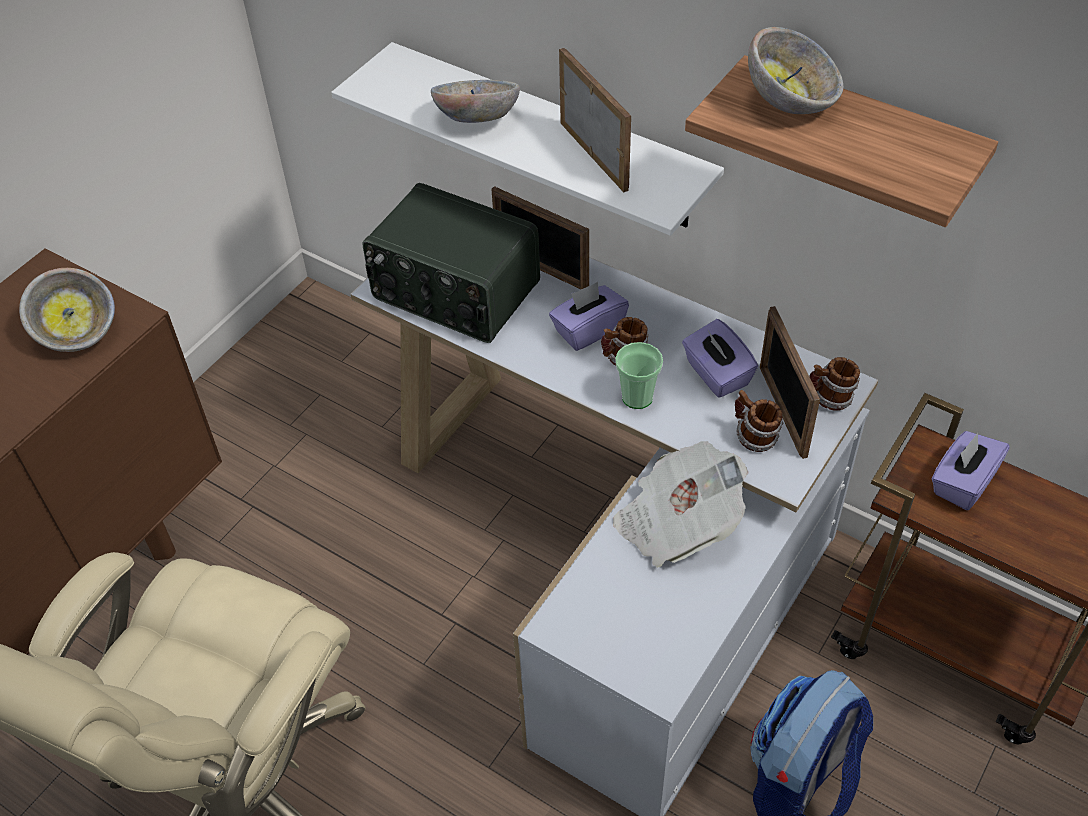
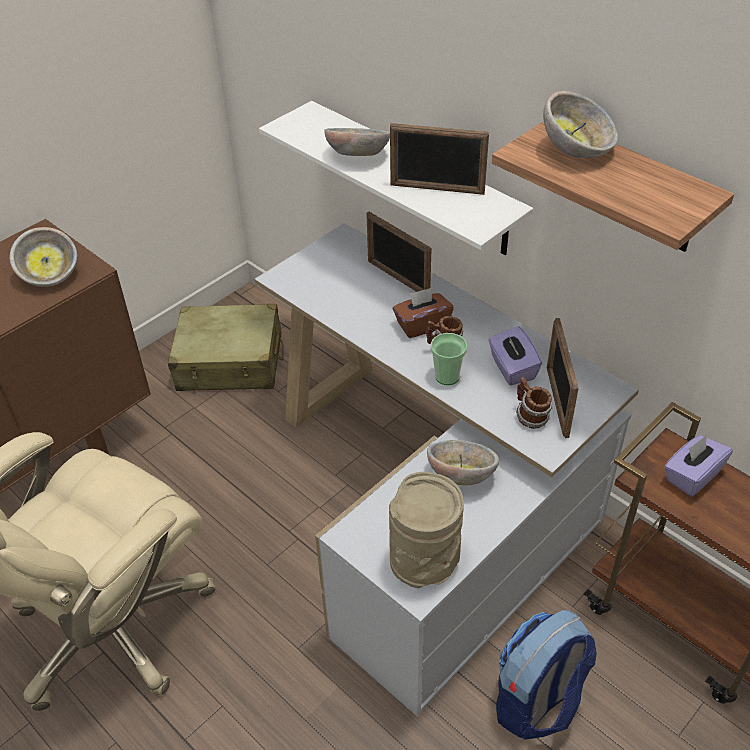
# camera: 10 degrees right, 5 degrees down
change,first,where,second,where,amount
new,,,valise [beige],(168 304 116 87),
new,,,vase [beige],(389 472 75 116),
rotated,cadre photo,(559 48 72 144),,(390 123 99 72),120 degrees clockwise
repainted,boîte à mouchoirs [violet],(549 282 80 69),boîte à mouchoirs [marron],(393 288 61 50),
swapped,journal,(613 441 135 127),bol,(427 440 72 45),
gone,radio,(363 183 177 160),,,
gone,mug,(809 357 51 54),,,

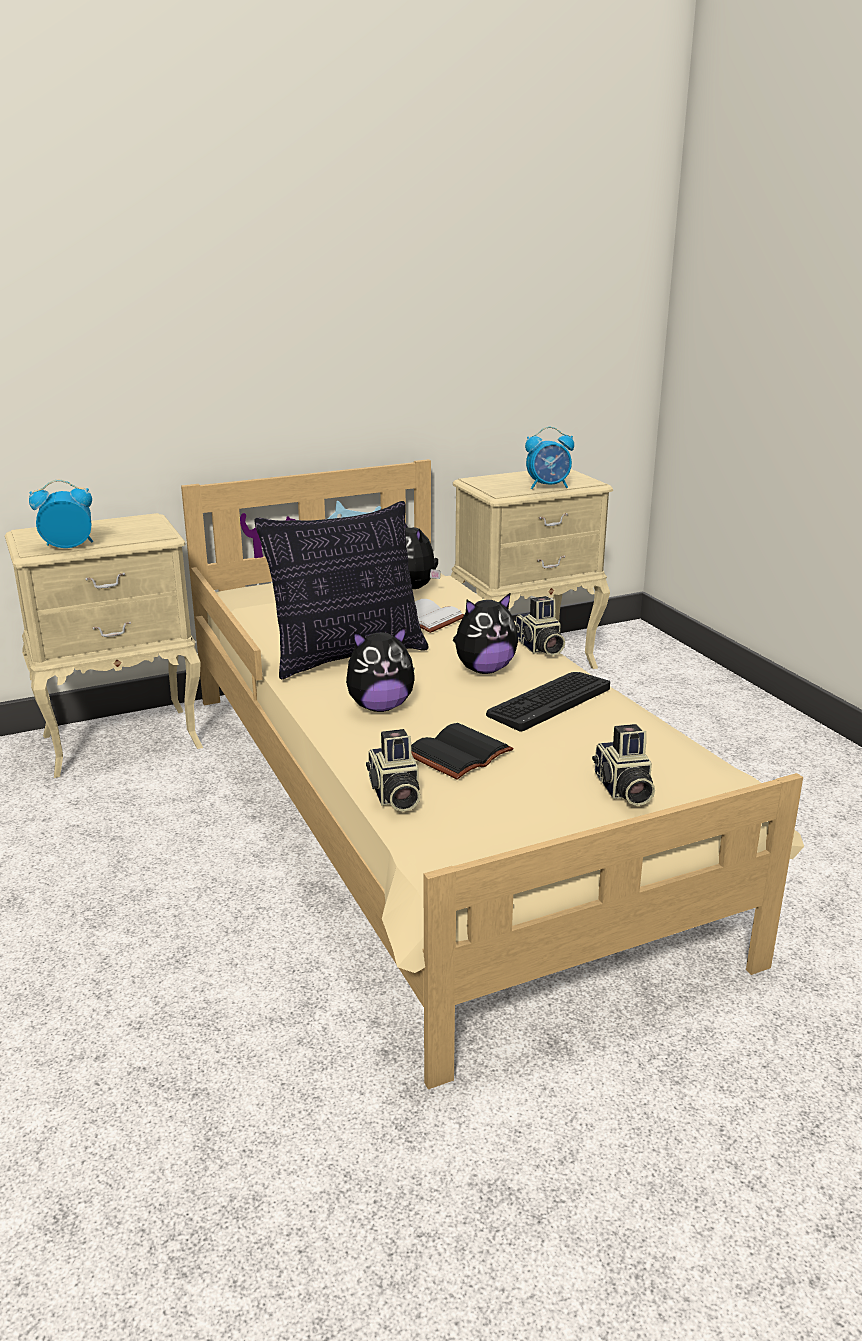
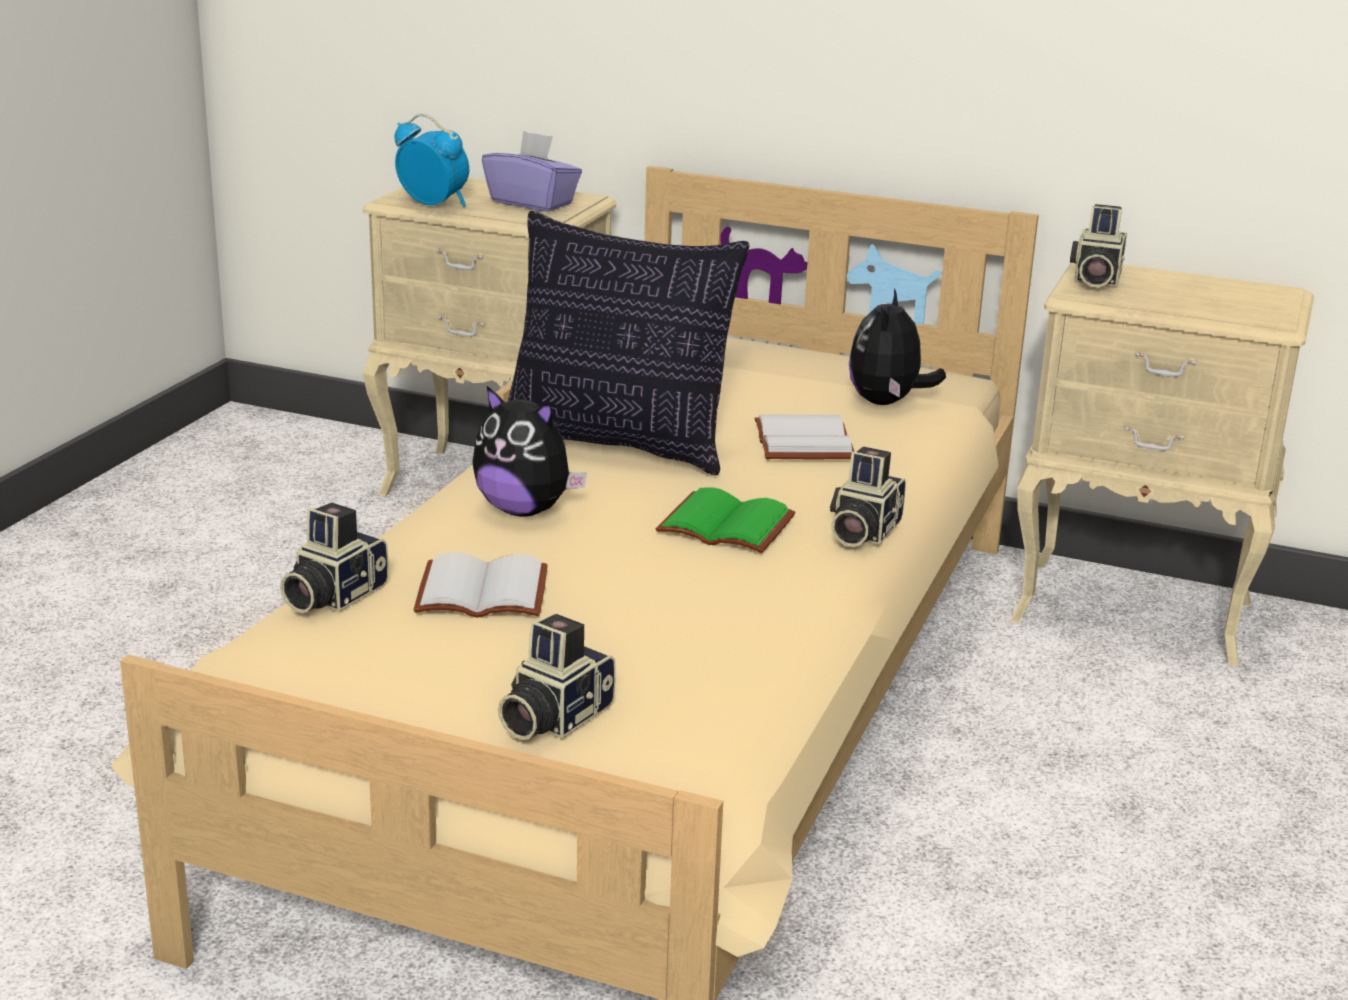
# camera: 45 degrees right, 0 degrees up
change,first,where,second,where,amount
repainted,livre [noir],(411 723 103 57),livre [blanc],(414 552 134 66),
new,,,boîte à mouchoirs [violet],(482 131 100 81),
swapped,peluche,(453 592 65 82),livre [vert],(656 487 140 66),
new,,,appareil photo,(1070 204 57 83),
gone,clavier,(486 672 124 59),,,
gone,réveil,(525 427 49 62),,,

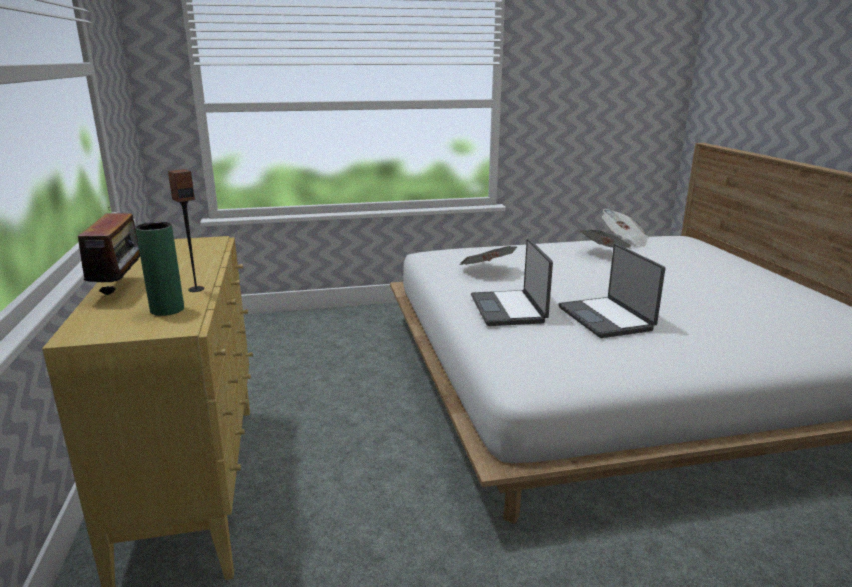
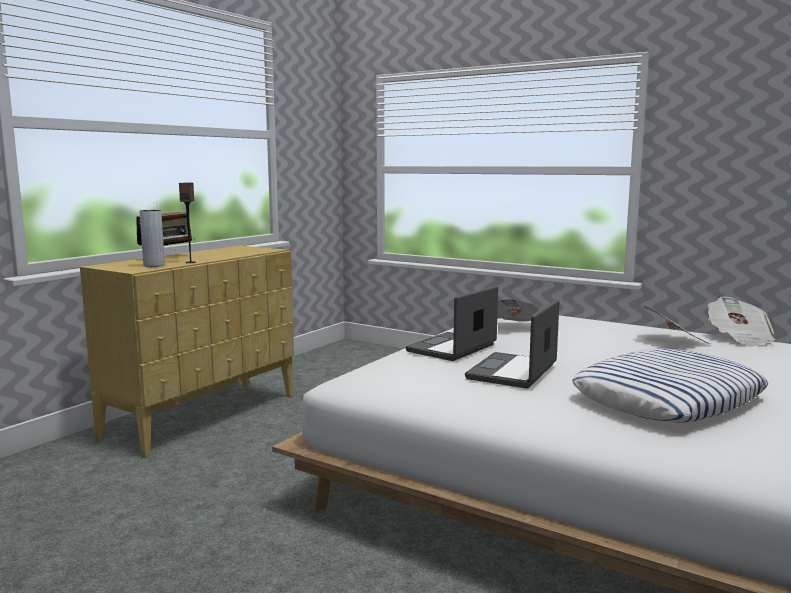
# camera: 45 degrees right, 10 degrees down
change,first,where,second,where,amount
repainted,vase [vert],(135 222 49 94),vase [gris],(139 210 26 57),
new,,,coussin,(572 348 197 75),

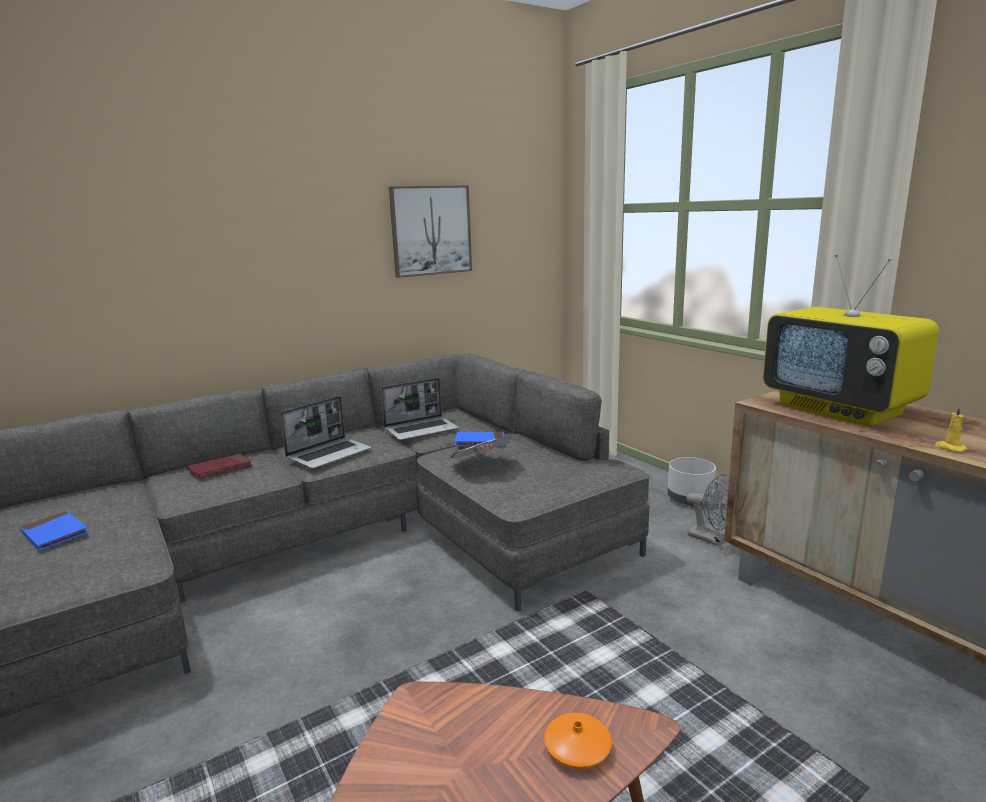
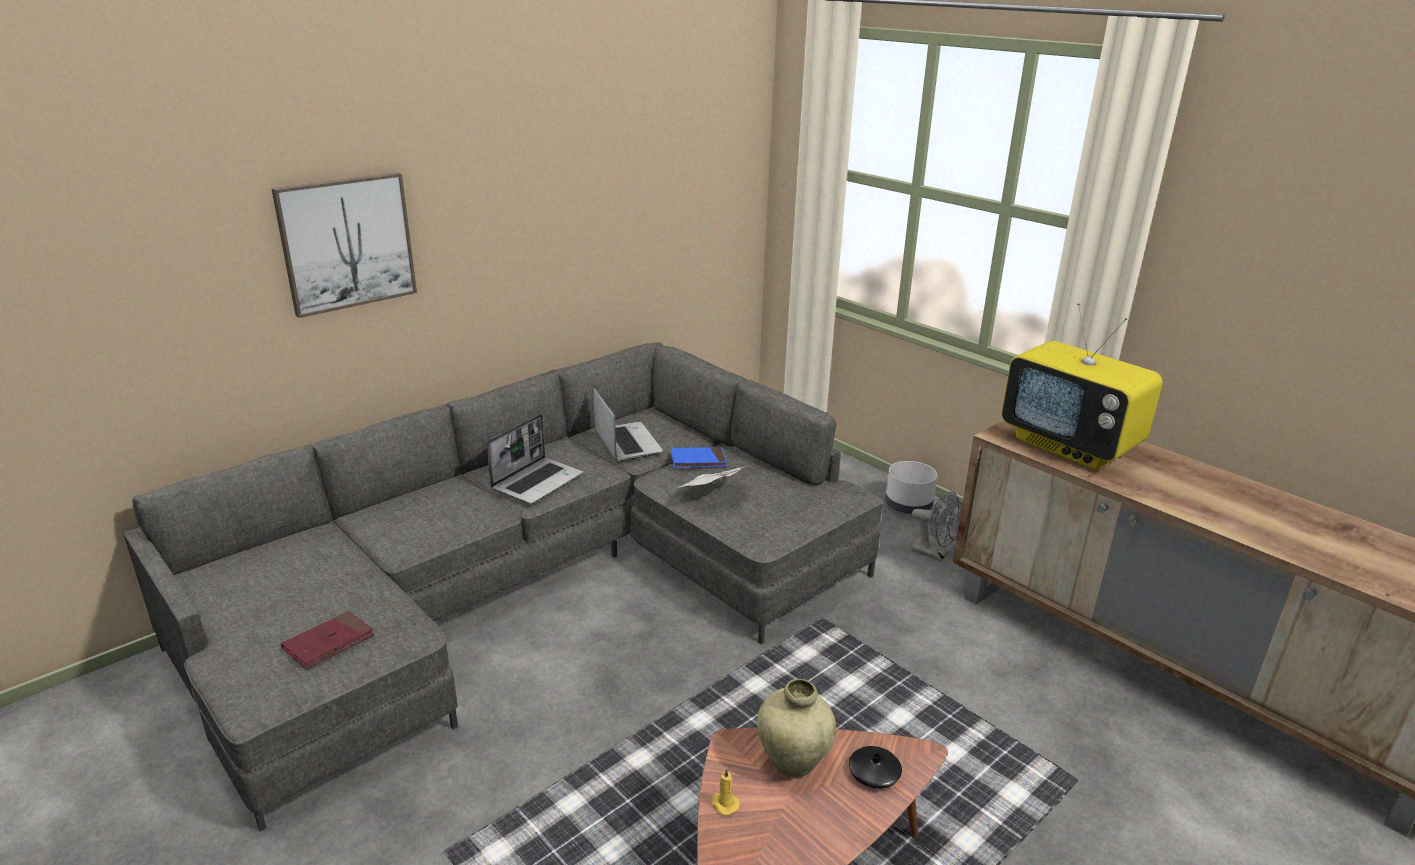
# camera: 10 degrees left, 10 degrees up
change,first,where,second,where,amount
shifted,tableau,(389 185 83 93),,(271 172 146 146),
shifted,livre [rouge],(187 454 65 25),,(281 611 93 58),
rotated,ordinateur portable,(381 378 78 63),,(594 387 69 74),75 degrees counterclockwise
shifted,bougie [jaune],(935 405 33 47),,(712 768 28 48),
new,,,vase [beige],(757 679 79 99),
repainted,vase [orange],(544 713 68 56),vase [noir],(849 746 53 43),
gone,livre [bleu],(20 511 69 40),,,

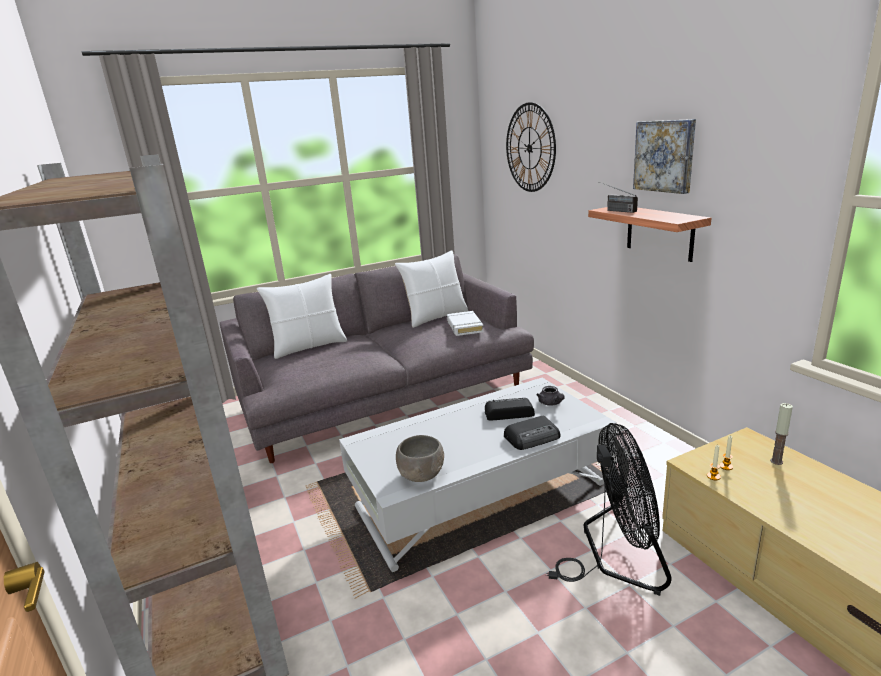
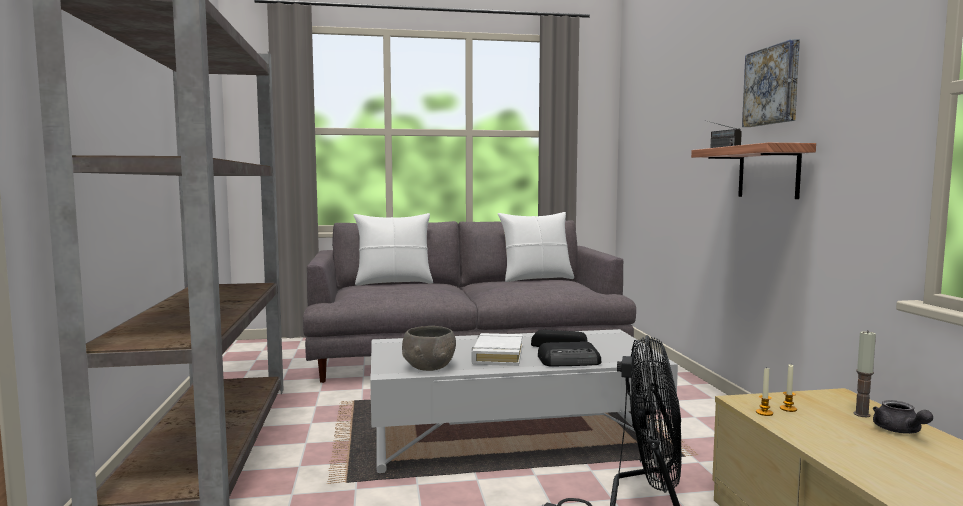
# camera: 15 degrees right, 15 degrees down
change,first,where,second,where,amount
shifted,livre [blanc],(447 311 37 25),,(471 333 52 33),
shifted,théière [gris],(536 386 29 20),,(873 400 60 34),
gone,horloge murale,(506 102 50 90),,,

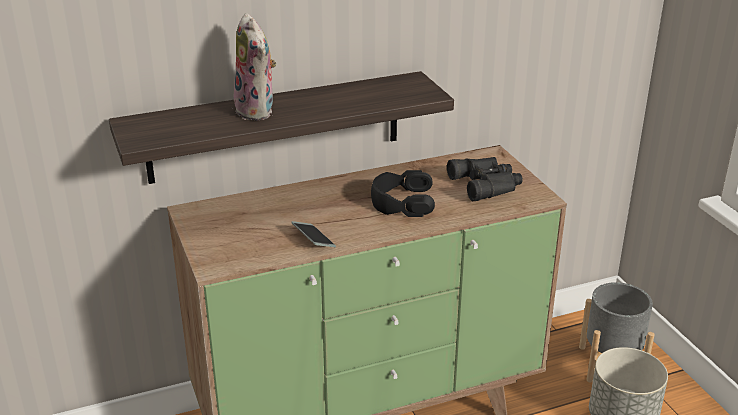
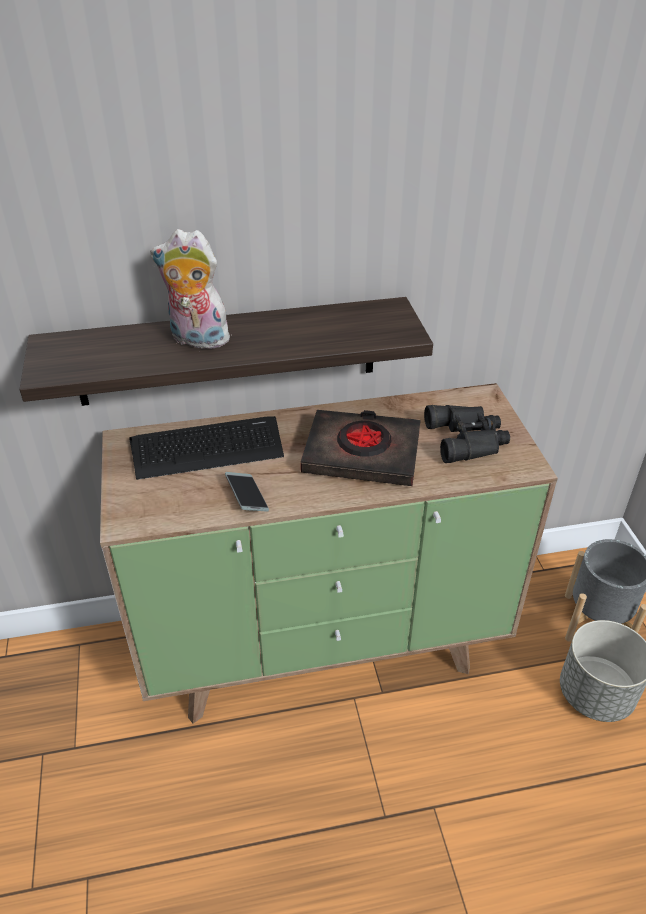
# camera: 10 degrees right, 10 degrees up
change,first,where,second,where,amount
new,,,clavier,(130 416 154 64),
rotated,peluche,(234 13 42 108),,(150 229 84 123),120 degrees clockwise
swapped,casque audio [noir],(371 170 64 47),livre [noir],(301 410 119 76),

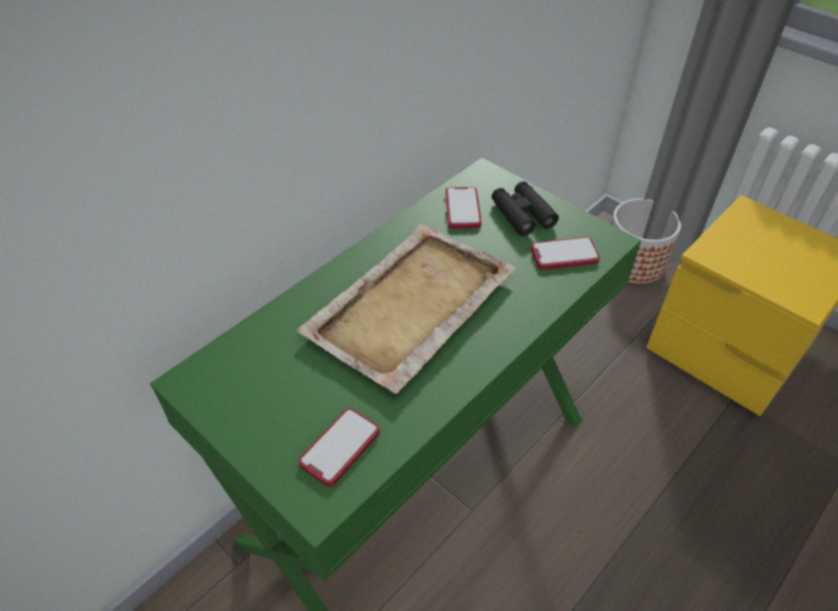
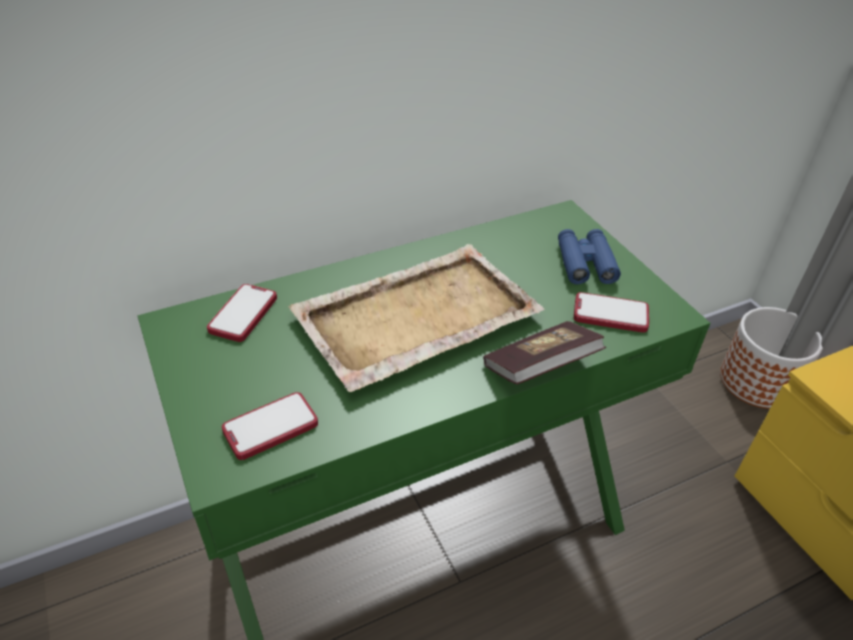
# camera: 20 degrees right, 5 degrees down
change,first,where,second,where,amount
shifted,téléphone,(445 187 36 42),,(207 284 70 58),
new,,,livre,(483 321 123 63),
repainted,jumelles [noir],(492 181 67 55),jumelles [bleu],(558 229 63 55),

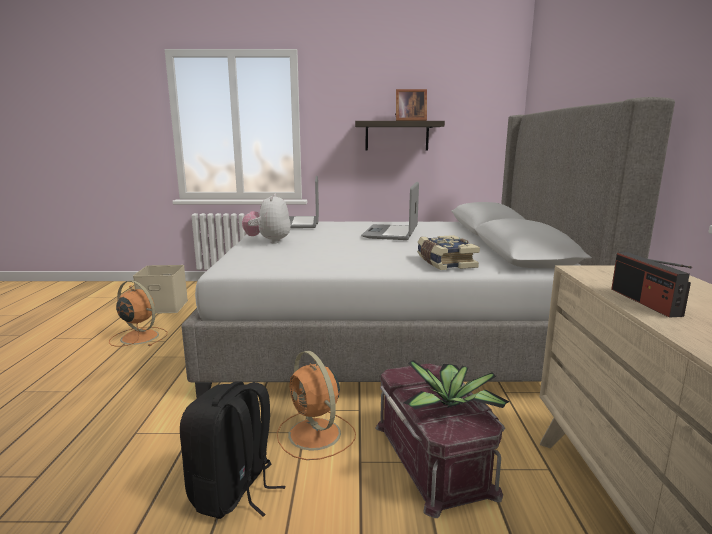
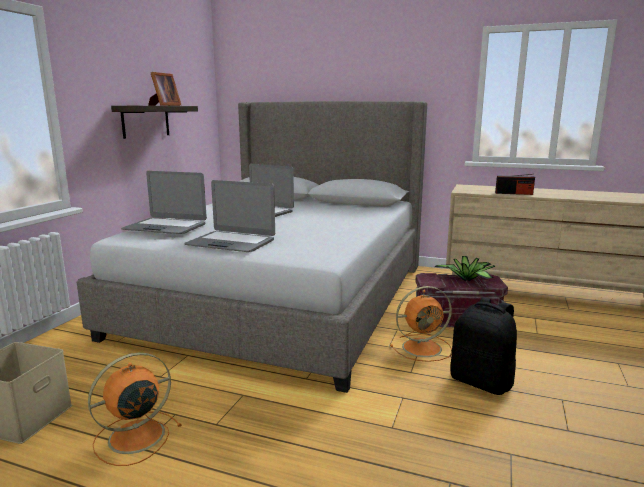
# camera: 70 degrees left, 0 degrees up
change,first,where,second,where,amount
swapped,peluche,(242 194 49 50),ordinateur portable,(184 180 91 72),
gone,livre,(417 235 63 35),,,

